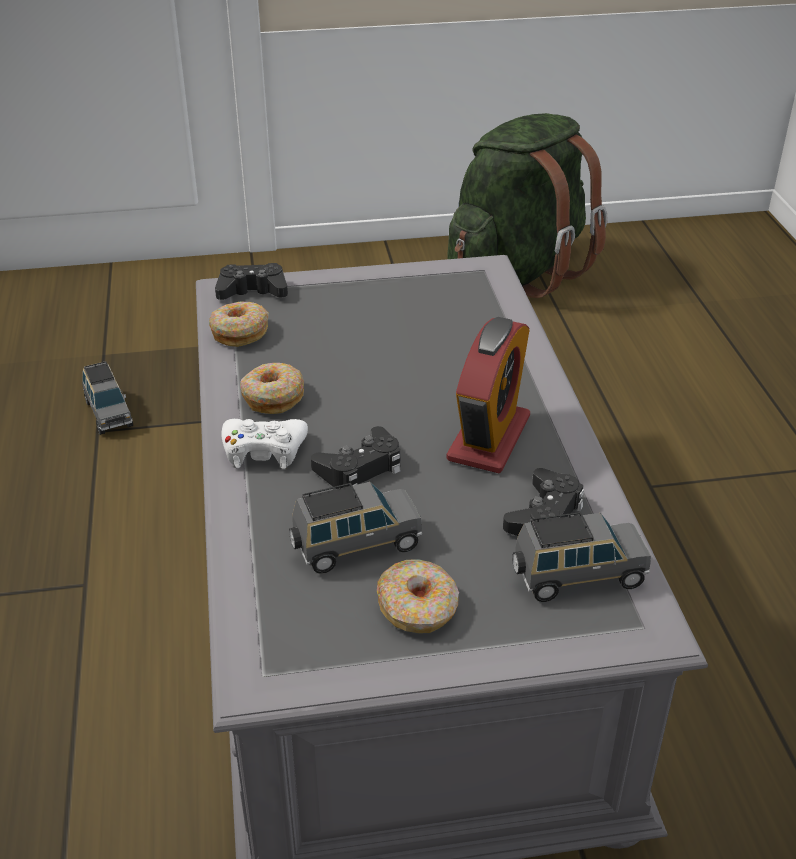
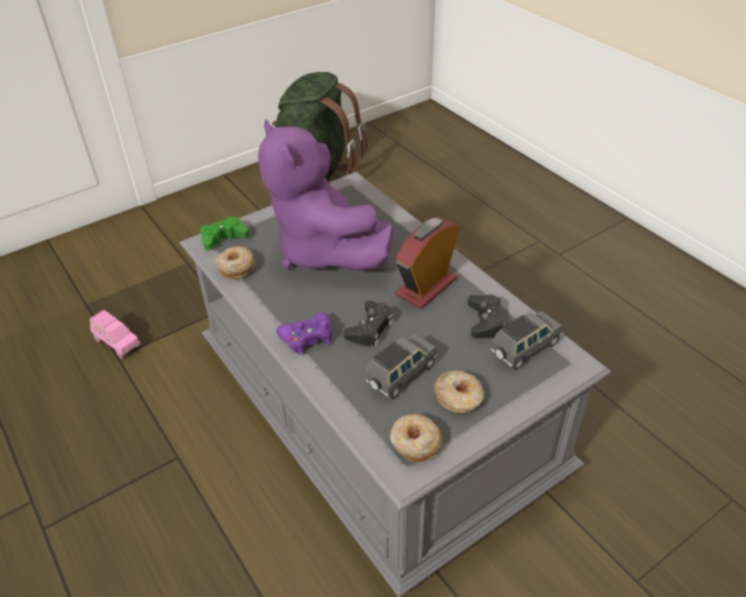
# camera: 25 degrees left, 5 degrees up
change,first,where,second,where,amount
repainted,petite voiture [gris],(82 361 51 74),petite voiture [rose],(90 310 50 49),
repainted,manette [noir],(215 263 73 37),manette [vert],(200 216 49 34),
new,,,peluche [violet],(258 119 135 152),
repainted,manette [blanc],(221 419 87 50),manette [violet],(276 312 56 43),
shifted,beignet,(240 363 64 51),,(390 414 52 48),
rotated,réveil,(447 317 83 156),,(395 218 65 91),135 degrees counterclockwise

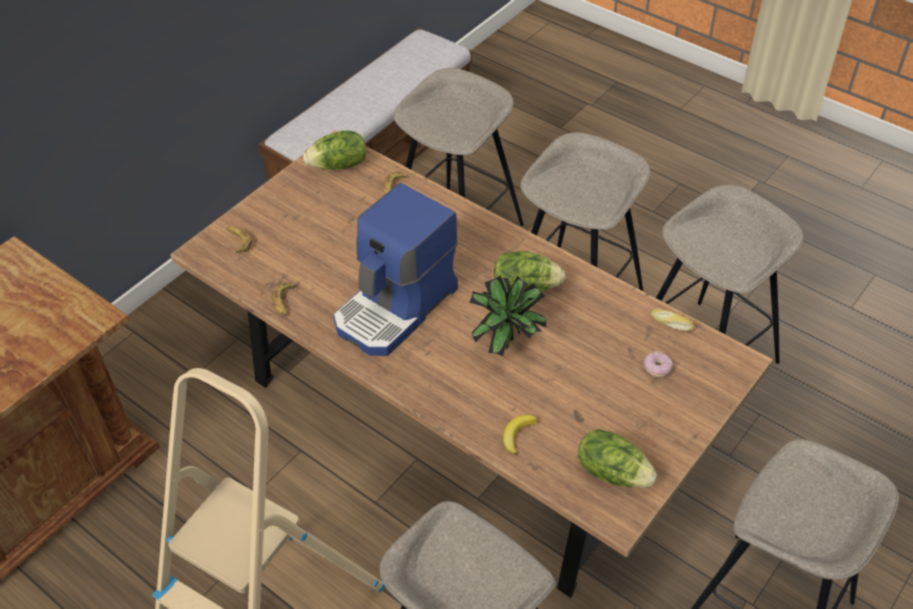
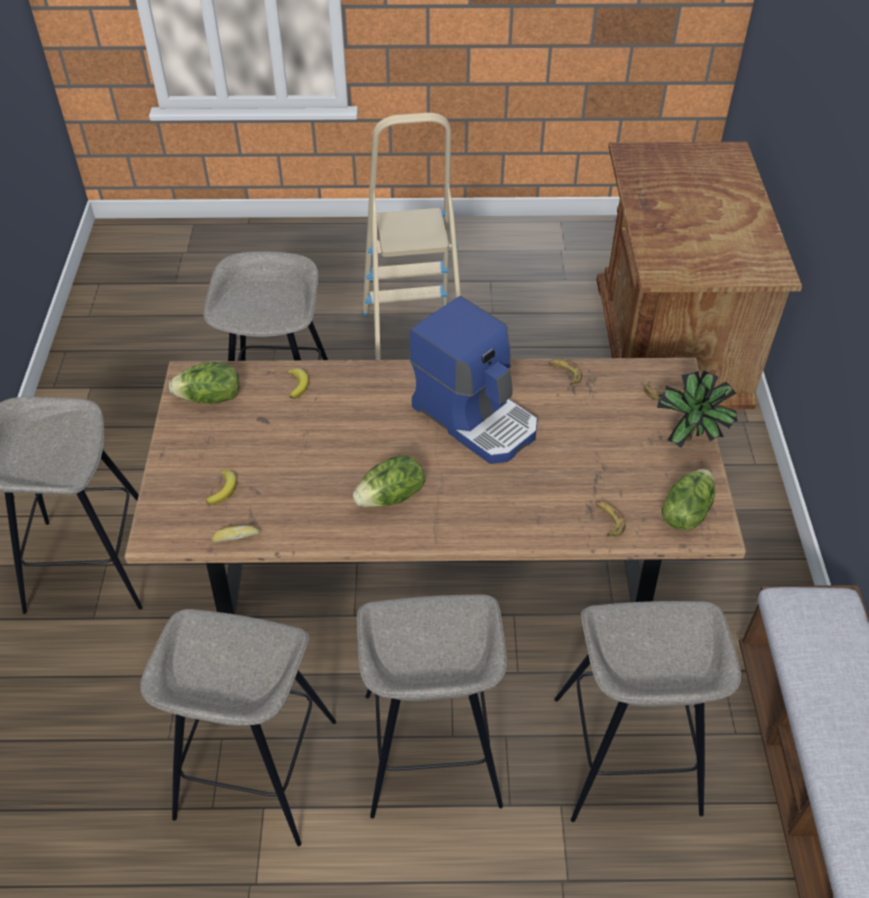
# camera: 140 degrees right, 0 degrees up
change,first,where,second,where,amount
swapped,beignet,(644 351 29 26),banane,(206 471 30 34),
rotated,machine à café,(333 183 125 173),,(410 296 128 168),135 degrees clockwise
shifted,plante en pot,(469 276 77 80),,(657 371 81 77),

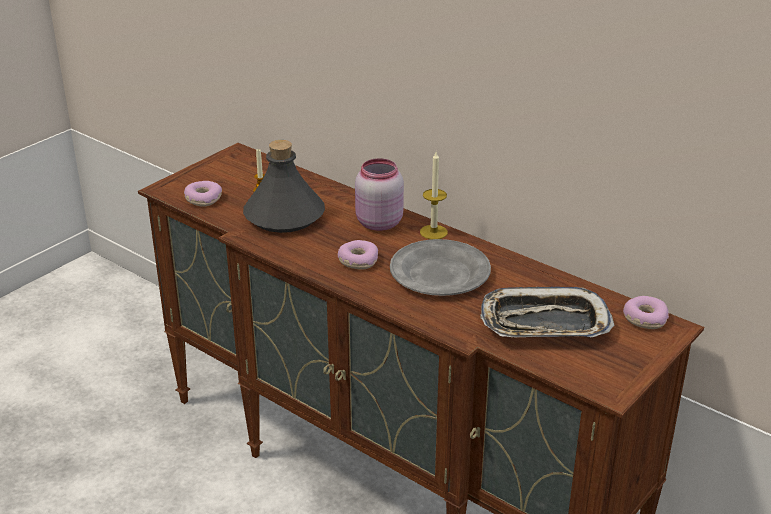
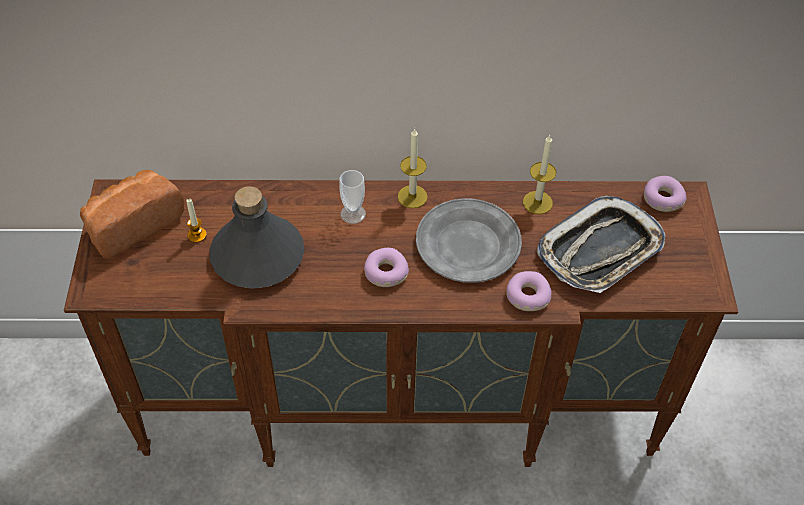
# camera: 40 degrees left, 20 degrees up
change,first,where,second,where,amount
new,,,pain,(80 170 104 88),
swapped,bocal [rose],(355 158 49 73),tasse,(339 170 27 54),
shifted,beignet,(184 181 38 26),,(506 271 45 40),
new,,,bougie,(523 135 33 79),

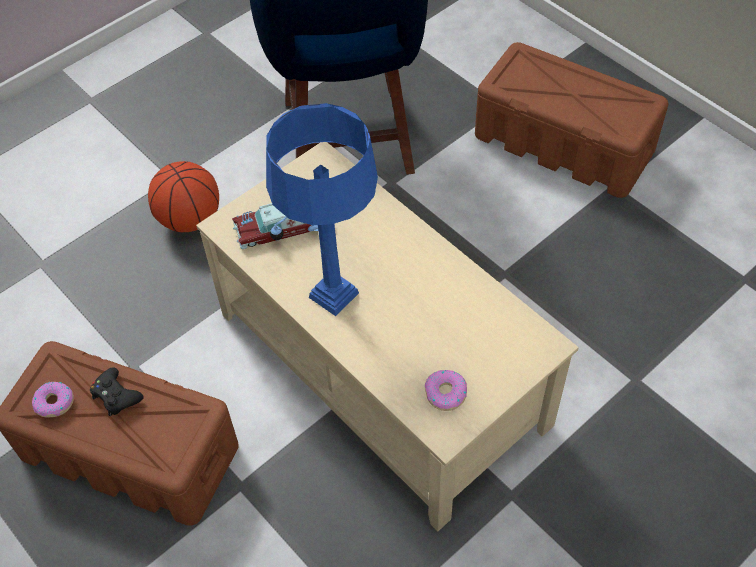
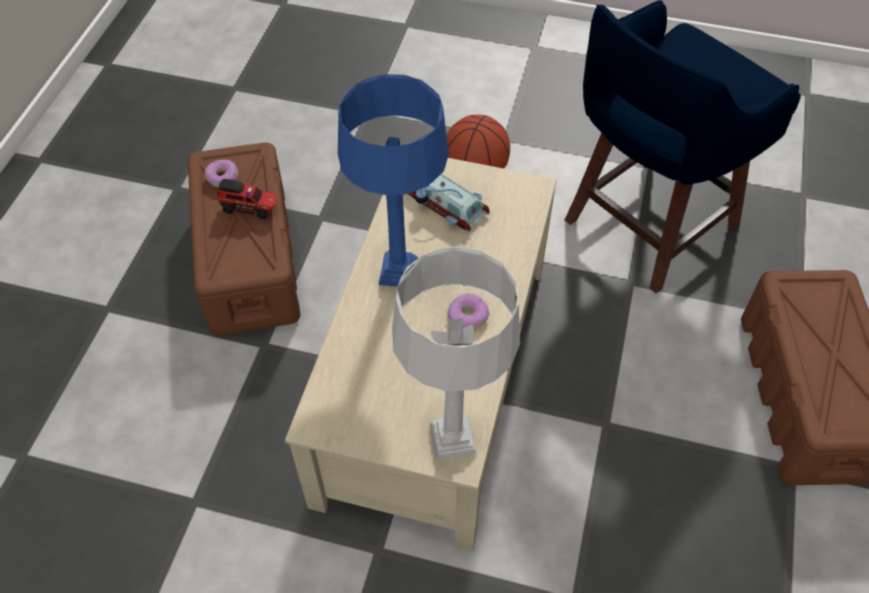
# camera: 55 degrees right, 0 degrees up
change,first,where,second,where,amount
swapped,manette [noir],(90 367 54 49),camion jouet,(217 179 61 40),
new,,,lampe de table [gris],(392 248 128 212),
shifted,beignet,(425 370 42 41),,(447 293 43 37),

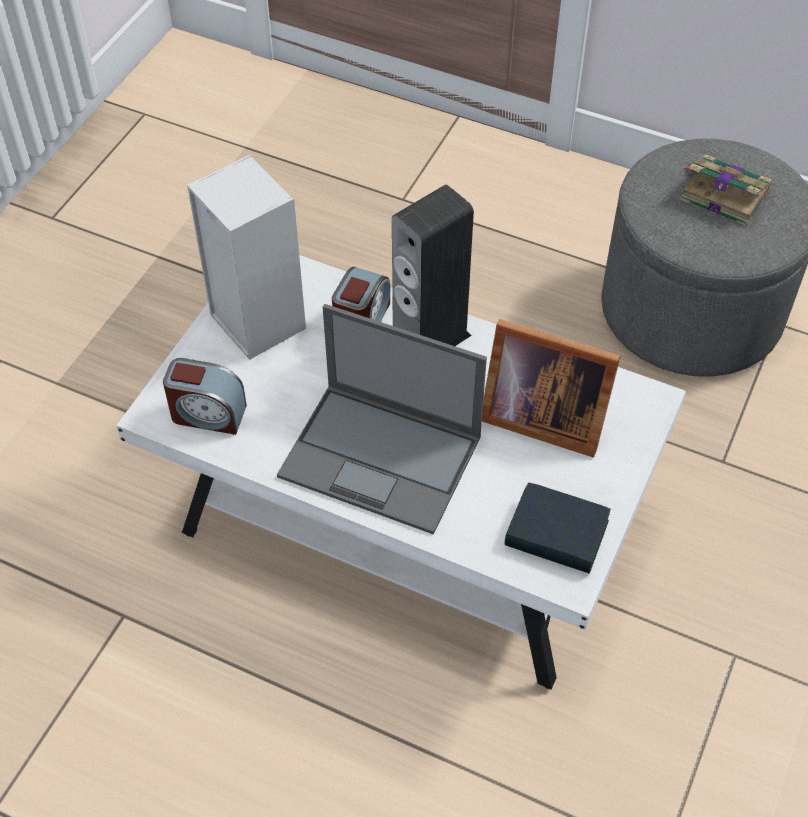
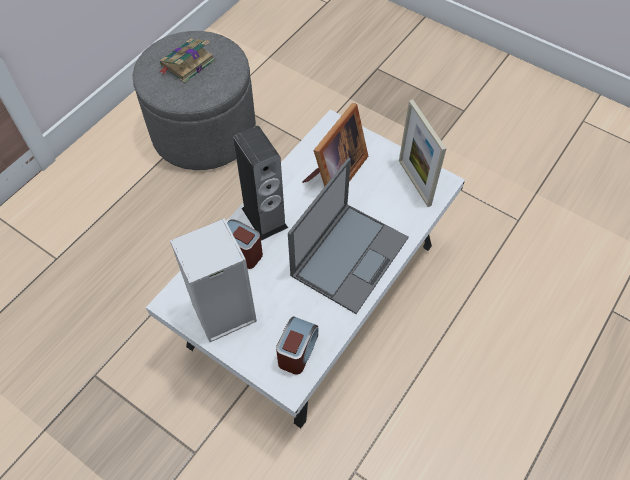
# camera: 80 degrees left, 5 degrees up
change,first,where,second,where,amount
swapped,livre,(504 482 107 92),cadre photo,(399 100 48 107),

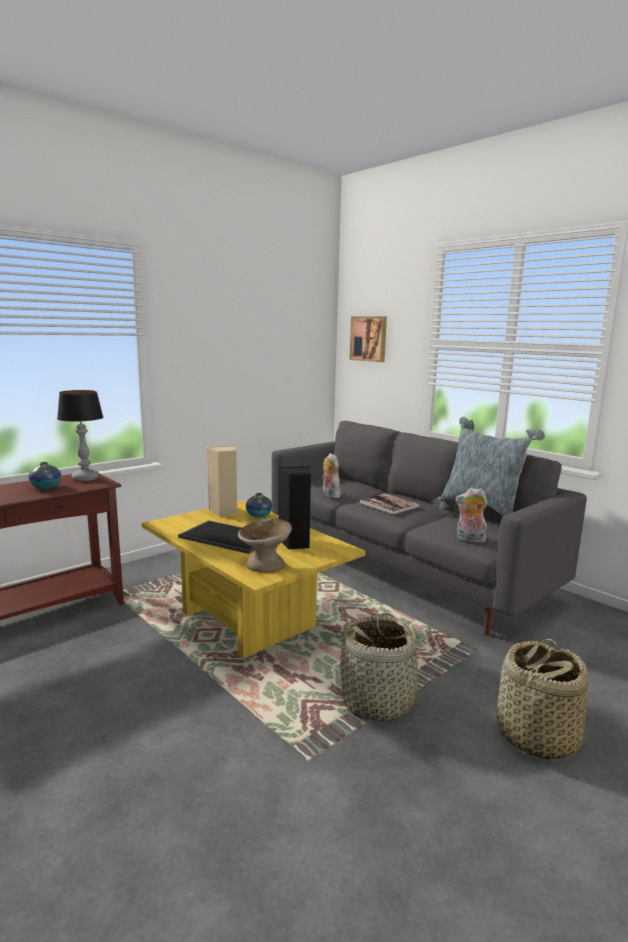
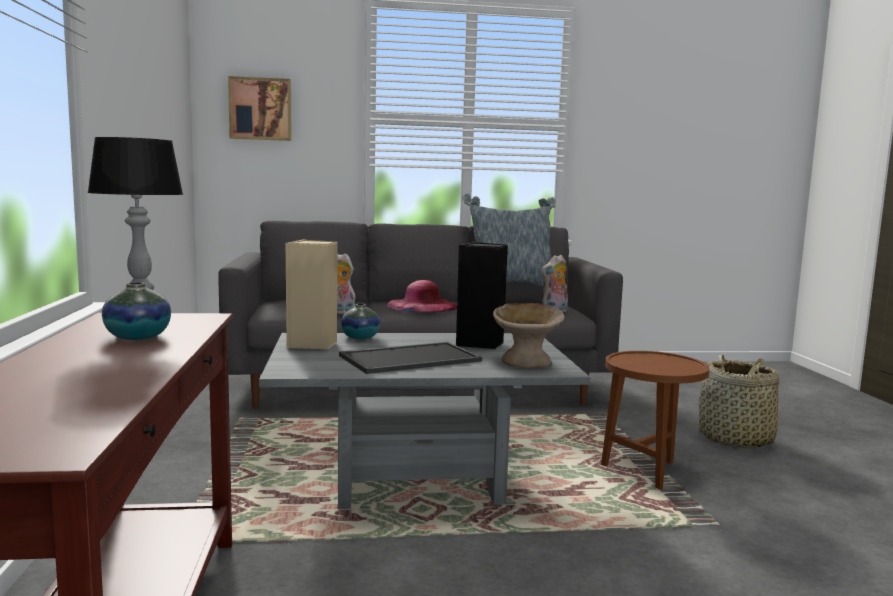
# camera: 55 degrees left, 5 degrees down
change,first,where,second,where,amount
repainted,table basse [jaune],(142 500 224 159),table basse [gris],(259 333 332 176),
swapped,livre,(360 493 60 22),chapeau [rose],(387 280 70 33),
swapped,panier,(331 613 106 109),table d'appoint [marron],(601 351 109 139),

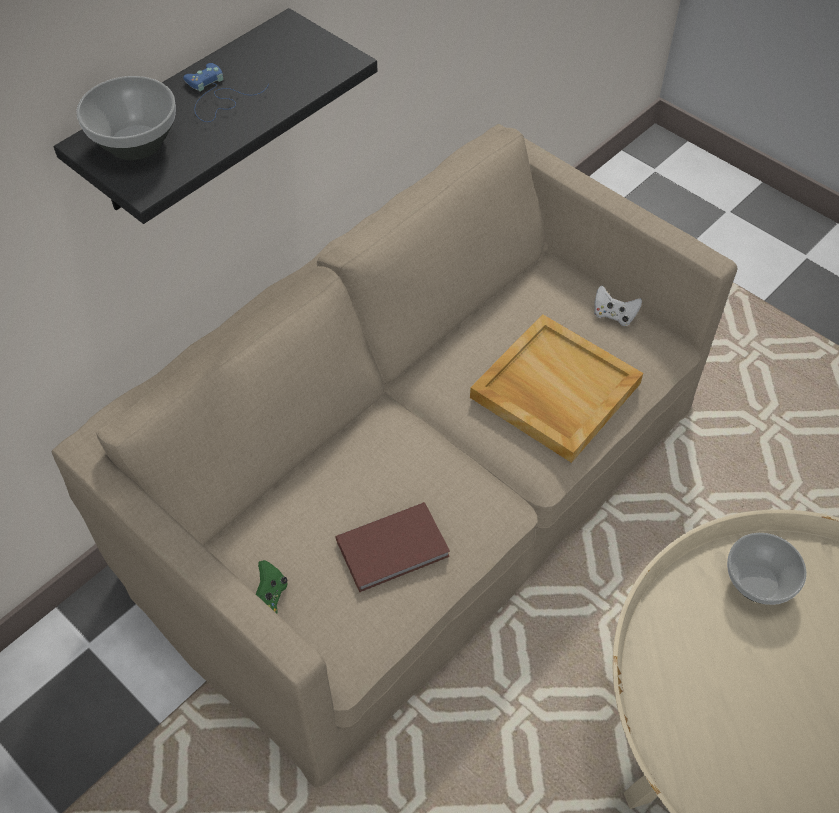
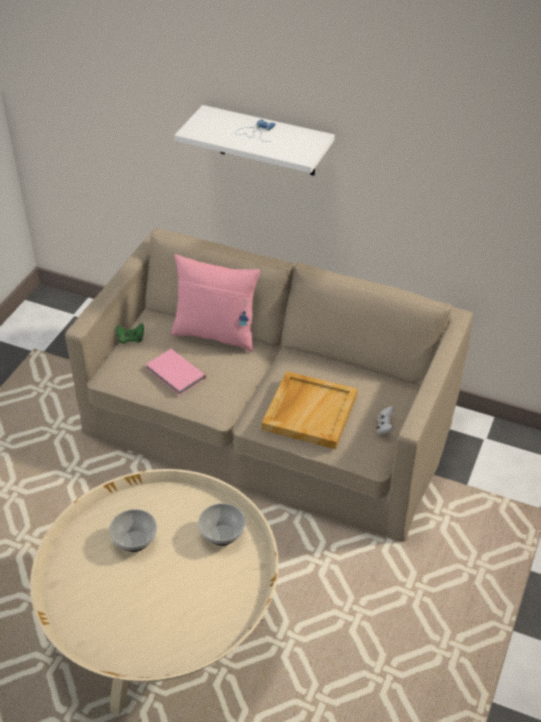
# camera: 70 degrees right, 10 degrees down
change,first,where,second,where,amount
shifted,bol,(76 76 100 84),,(109 509 48 43),
repainted,livre [marron],(335 502 115 91),livre [rose],(146 349 60 46),
new,,,coussin [rose],(171 254 89 98),
repainted,étagère [noir],(54 8 323 216),étagère [blanc],(174 105 161 71),

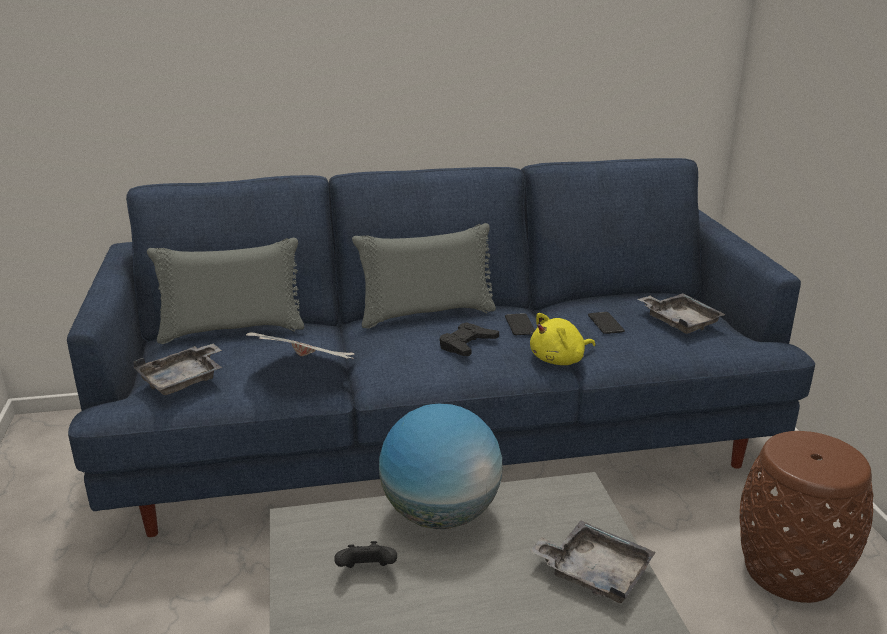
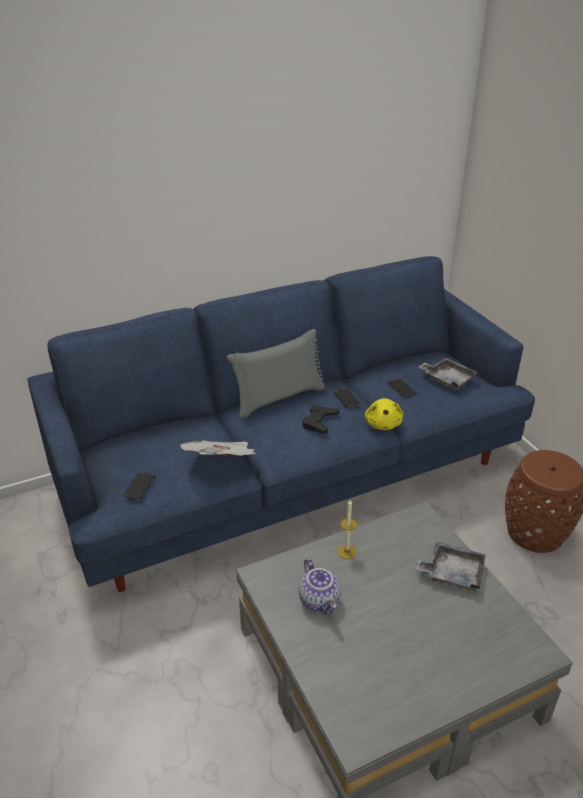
# camera: 15 degrees left, 10 degrees up
change,first,where,second,where,amount
swapped,plateau [gris],(133 343 89 52),téléphone,(124 472 31 27),
swapped,manette [noir],(334 541 63 27),théière,(299 558 42 57),
swapped,globe,(379 404 123 125),bougie,(337 500 20 59),
rotated,peluche [jaune],(530 313 65 52),,(365 398 38 32),45 degrees counterclockwise
gone,coussin [gris],(147 238 157 106),,,

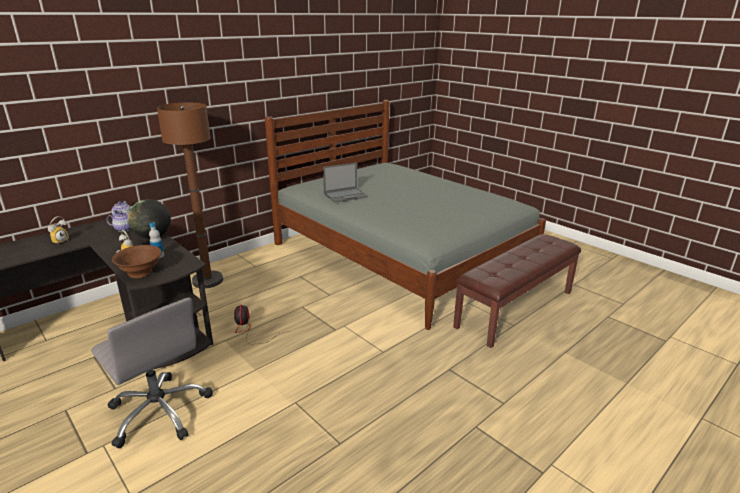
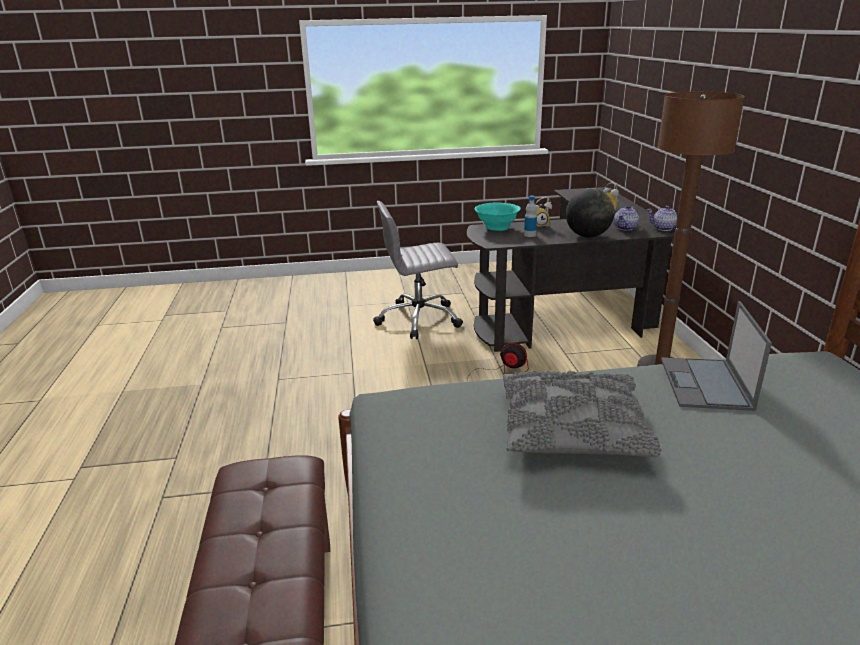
# camera: 125 degrees right, 0 degrees up
change,first,where,second,where,amount
repainted,bol [marron],(112 245 49 33),bol [turquoise],(475 202 46 29),
new,,,coussin [gris],(503 370 159 87),

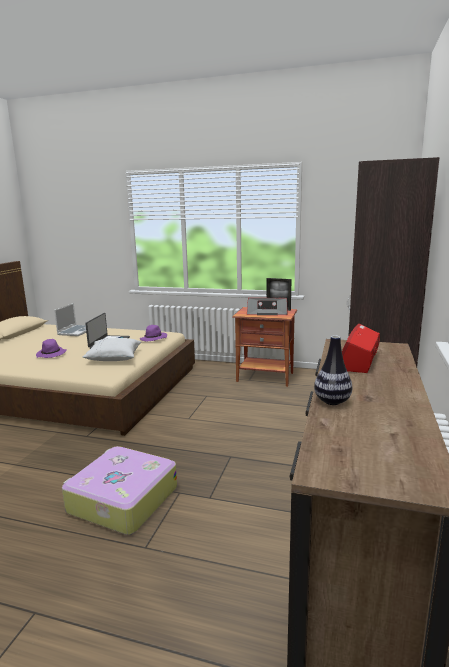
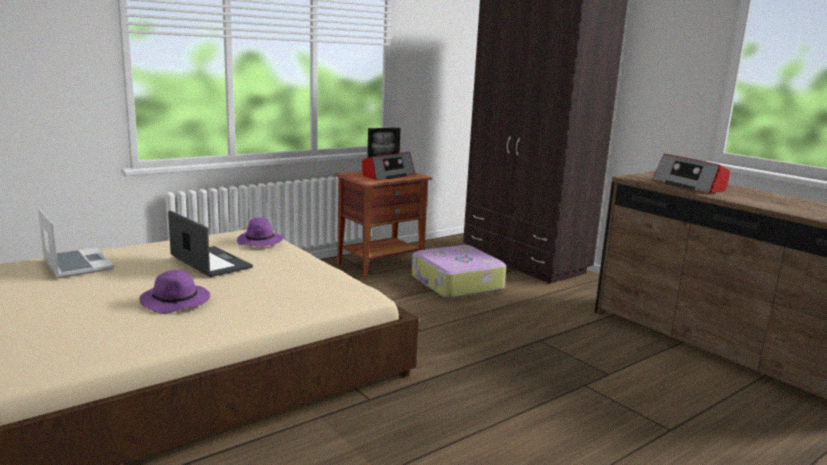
# camera: 55 degrees left, 0 degrees up
change,first,where,second,where,amount
shifted,valise,(62 446 115 89),,(412 245 94 53),
gone,coussin [gris],(83 337 58 24),,,
gone,vase,(314 335 38 70),,,

